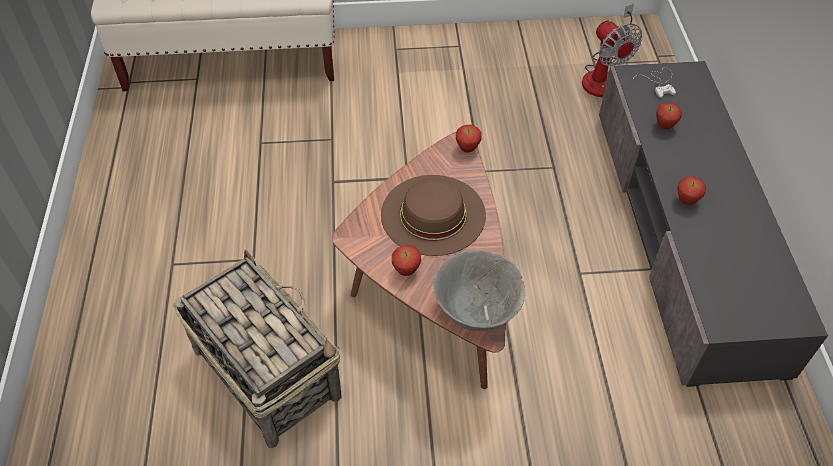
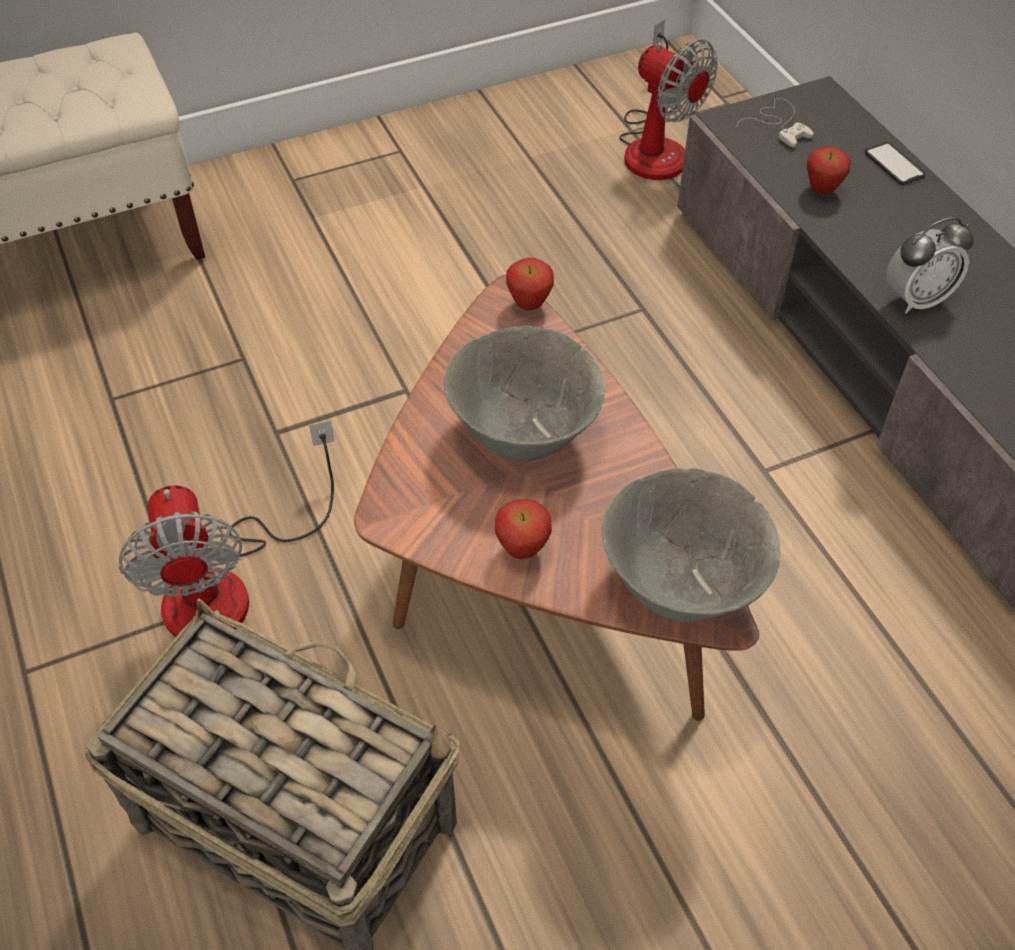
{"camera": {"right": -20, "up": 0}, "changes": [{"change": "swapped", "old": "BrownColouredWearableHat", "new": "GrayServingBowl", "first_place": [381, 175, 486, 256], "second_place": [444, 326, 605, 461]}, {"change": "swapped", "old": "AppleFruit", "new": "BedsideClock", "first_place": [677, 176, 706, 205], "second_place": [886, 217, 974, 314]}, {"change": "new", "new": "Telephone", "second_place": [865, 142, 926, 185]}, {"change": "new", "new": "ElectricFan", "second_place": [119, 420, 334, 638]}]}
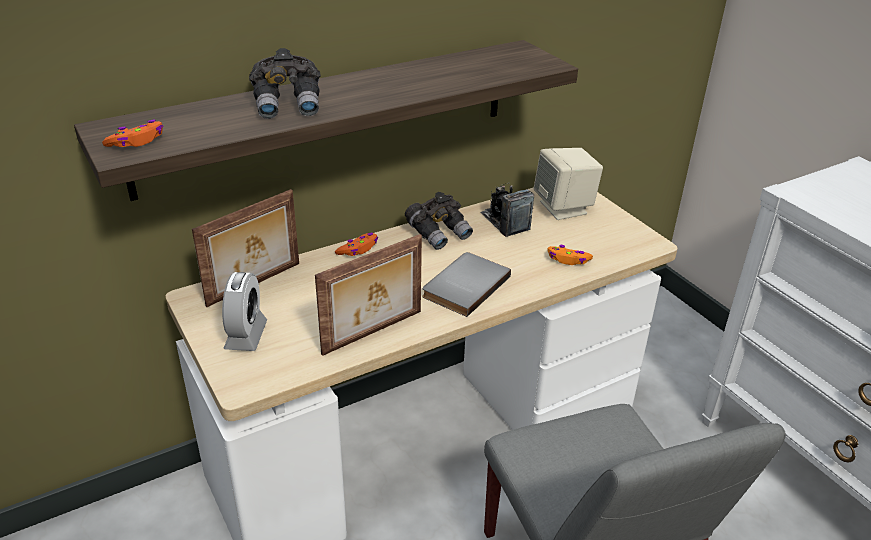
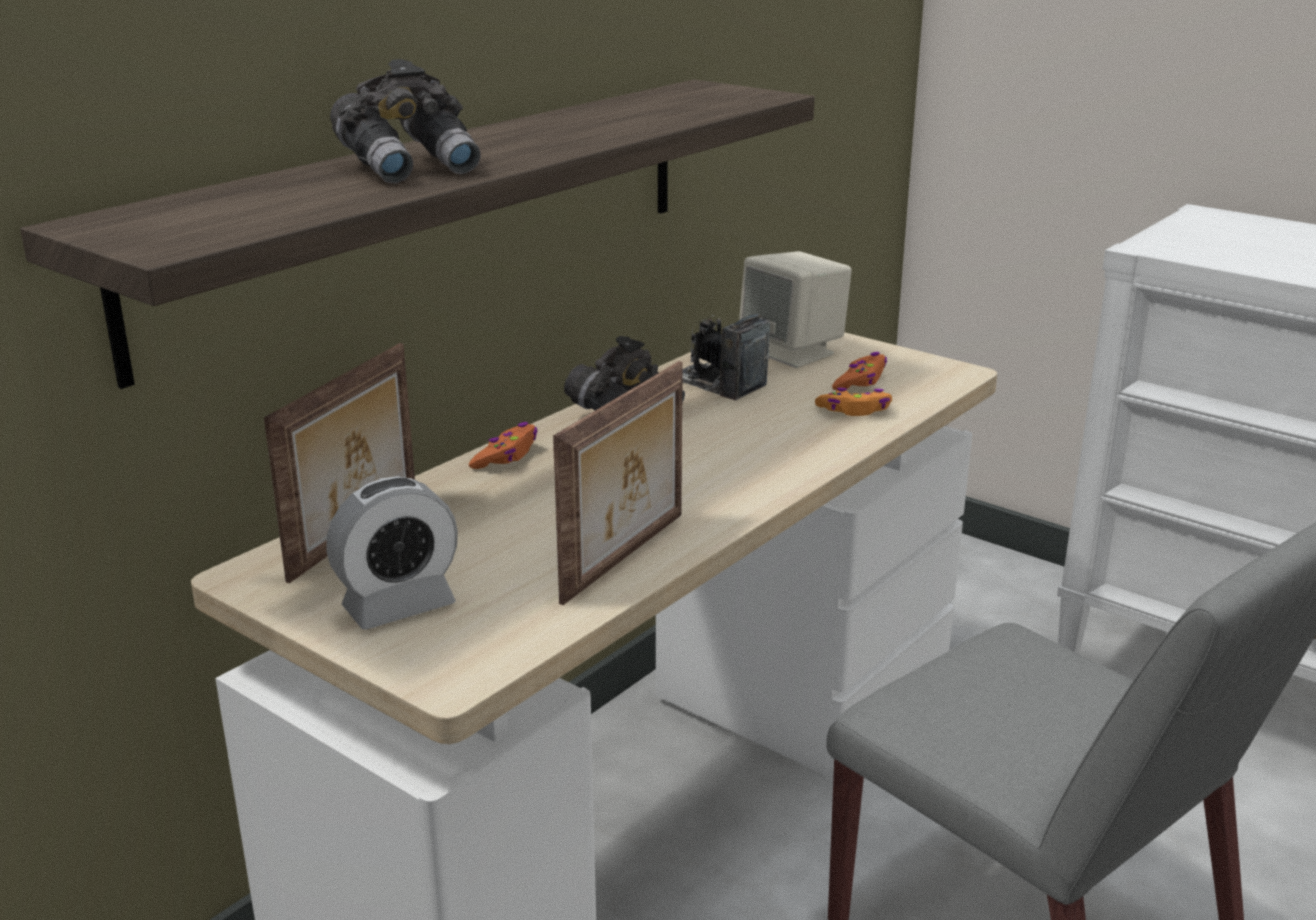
{"camera": {"right": -20, "up": -10}, "changes": [{"change": "shifted", "old": "OrangeyGameController", "first_place": [102, 119, 163, 147], "second_place": [832, 352, 887, 391]}, {"change": "gone", "old": "GrayBook", "first_place": [422, 252, 511, 317]}, {"change": "rotated", "old": "BedsideClock", "first_place": [222, 272, 267, 351], "second_place": [326, 476, 458, 630], "degrees": 75}]}
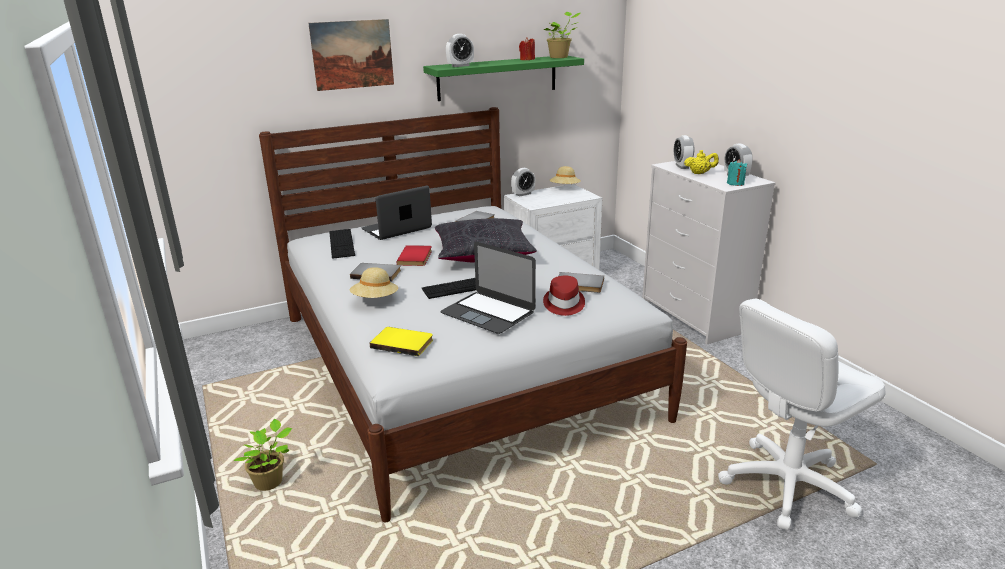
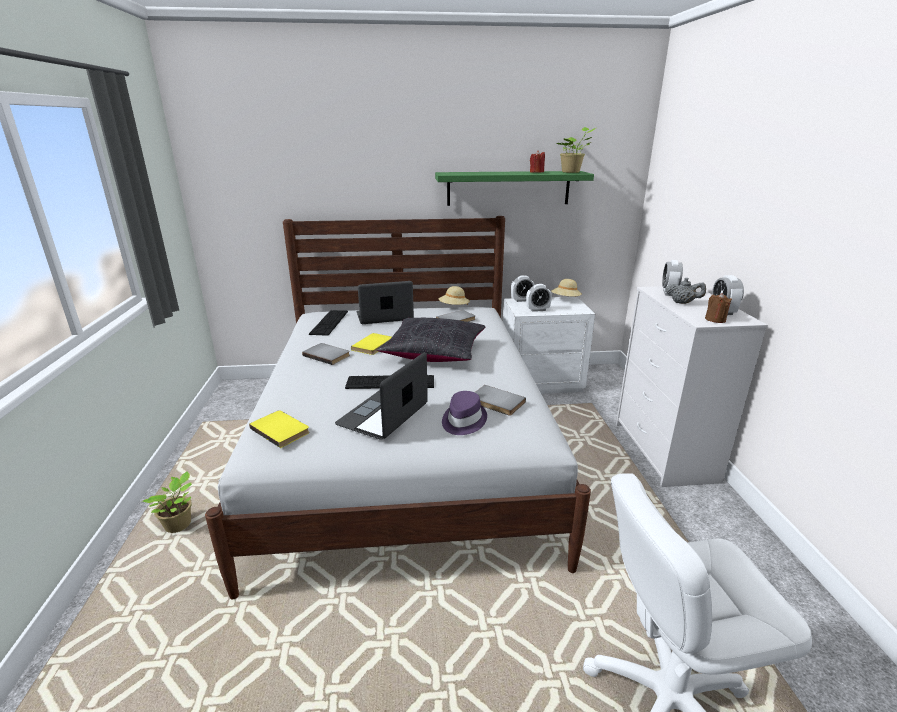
{"camera": {"right": 20, "up": 0}, "changes": [{"change": "gone", "old": "Picture", "first_place": [308, 19, 394, 91]}, {"change": "shifted", "old": "BedsideClock", "first_place": [446, 34, 474, 67], "second_place": [526, 284, 552, 312]}, {"change": "repainted", "old": "YellowishTeaPot", "new": "GrayTeaPot", "first_place": [684, 150, 719, 174], "second_place": [665, 278, 706, 304]}, {"change": "repainted", "old": "BlueGreenCandle", "new": "BrownColouredCandle", "first_place": [727, 159, 747, 186], "second_place": [705, 293, 732, 323]}, {"change": "rotated", "old": "Laptop", "first_place": [440, 242, 536, 334], "second_place": [335, 352, 428, 440], "degrees": 60}, {"change": "repainted", "old": "RedColouredBook", "new": "YellowishBook", "first_place": [397, 245, 432, 266], "second_place": [351, 333, 392, 355]}, {"change": "shifted", "old": "BeigeWearableHat", "first_place": [350, 267, 398, 298], "second_place": [438, 286, 470, 305]}, {"change": "repainted", "old": "RedColouredWearableHat", "new": "PurpleColouredWearableHat", "first_place": [543, 276, 585, 316], "second_place": [442, 391, 487, 435]}]}
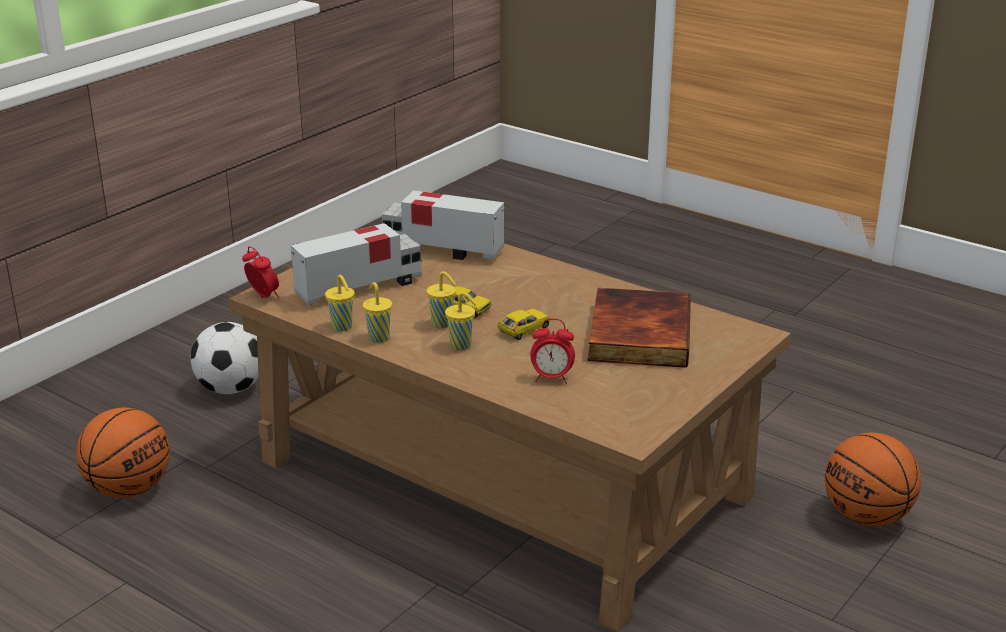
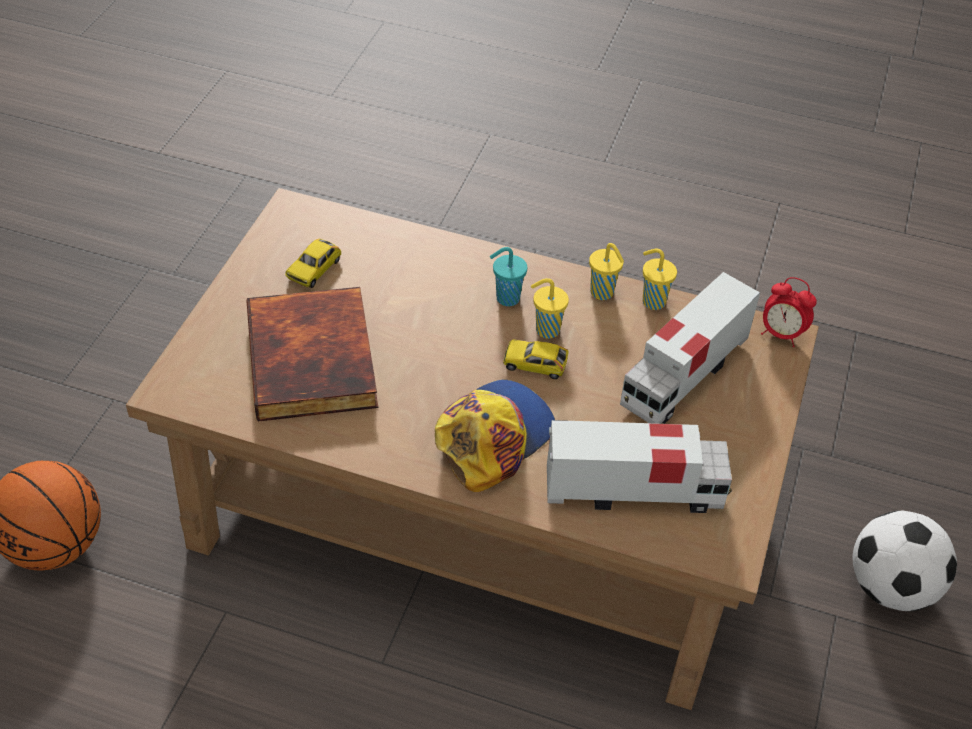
{"camera": {"right": 160, "up": 20}, "changes": [{"change": "repainted", "old": "YellowishSmallCup", "new": "BlueGreenSmallCup", "first_place": [445, 292, 477, 350], "second_place": [490, 247, 527, 306]}, {"change": "shifted", "old": "MiniatureCar", "first_place": [498, 309, 550, 340], "second_place": [285, 239, 341, 288]}, {"change": "gone", "old": "BedsideClock", "first_place": [530, 319, 575, 384]}, {"change": "gone", "old": "BasketballBall", "first_place": [76, 407, 170, 498]}, {"change": "new", "new": "PeakedCap", "second_place": [435, 380, 555, 492]}]}
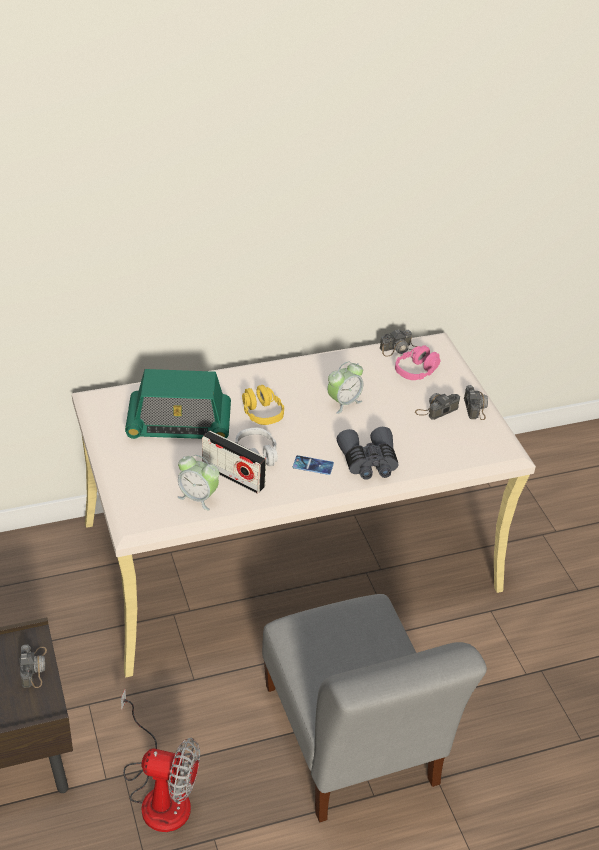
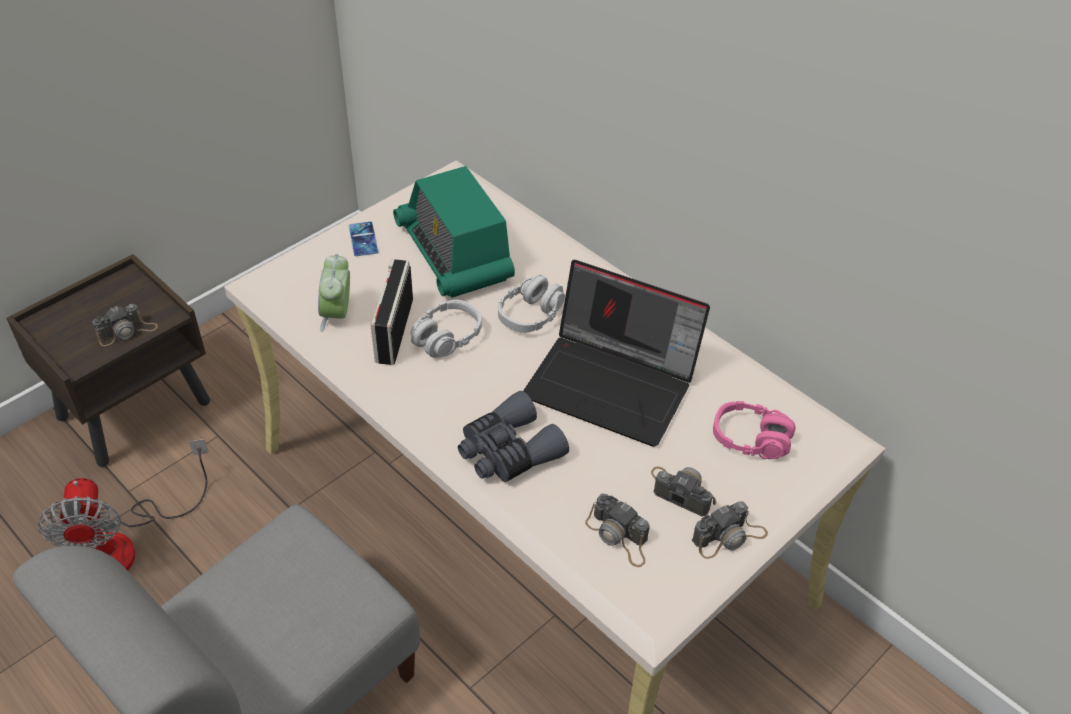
{"camera": {"right": 65, "up": 5}, "changes": [{"change": "shifted", "old": "PhotoCamera", "first_place": [380, 329, 418, 356], "second_place": [585, 494, 650, 567]}, {"change": "swapped", "old": "BedsideClock", "new": "Laptop", "first_place": [327, 361, 363, 414], "second_place": [523, 260, 710, 447]}, {"change": "repainted", "old": "YellowishHeadset", "new": "GrayHeadset", "first_place": [242, 385, 284, 425], "second_place": [498, 275, 565, 333]}, {"change": "shifted", "old": "Telephone", "first_place": [293, 455, 334, 475], "second_place": [349, 222, 378, 256]}]}
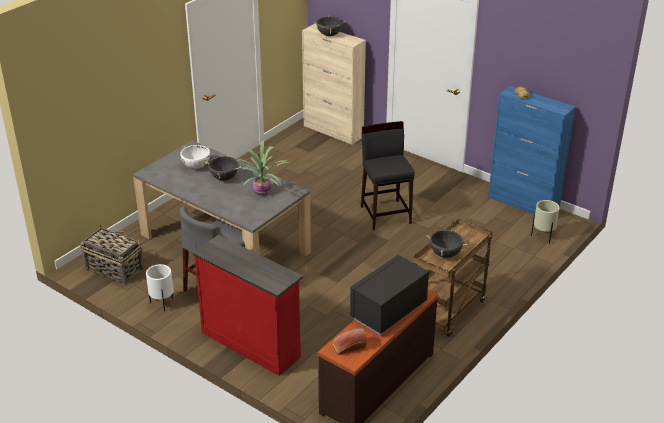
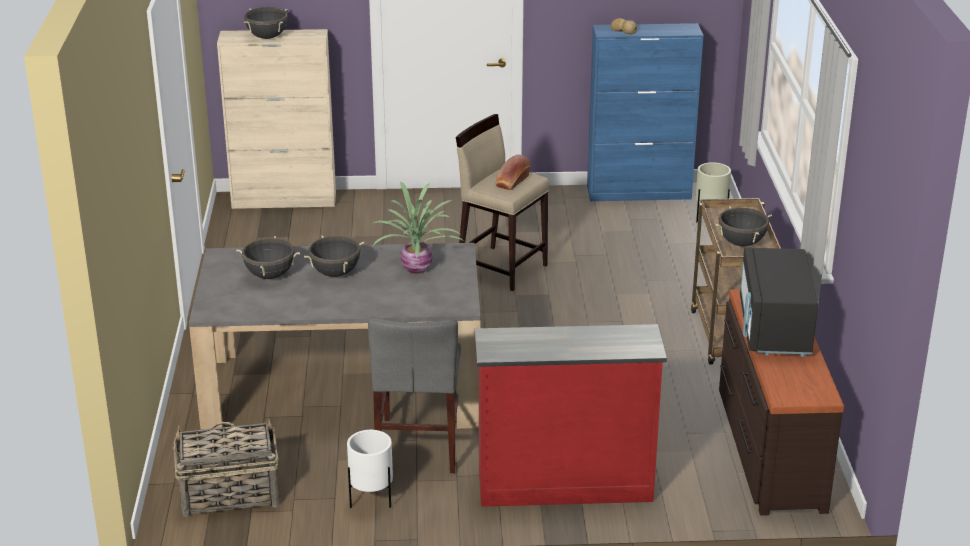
{"camera": {"right": -40, "up": -5}, "changes": [{"change": "repainted", "old": "BlackColouredStool", "new": "BeigeStool", "first_place": [361, 121, 415, 230], "second_place": [456, 114, 549, 291]}, {"change": "repainted", "old": "WhiteStockpot", "new": "BlackColouredStockpot", "first_place": [180, 145, 210, 169], "second_place": [236, 236, 300, 279]}, {"change": "shifted", "old": "BakeryBread", "first_place": [333, 328, 367, 355], "second_place": [496, 155, 530, 190]}]}
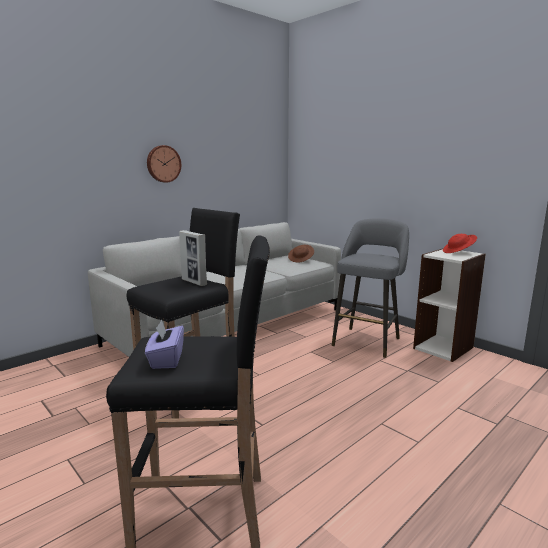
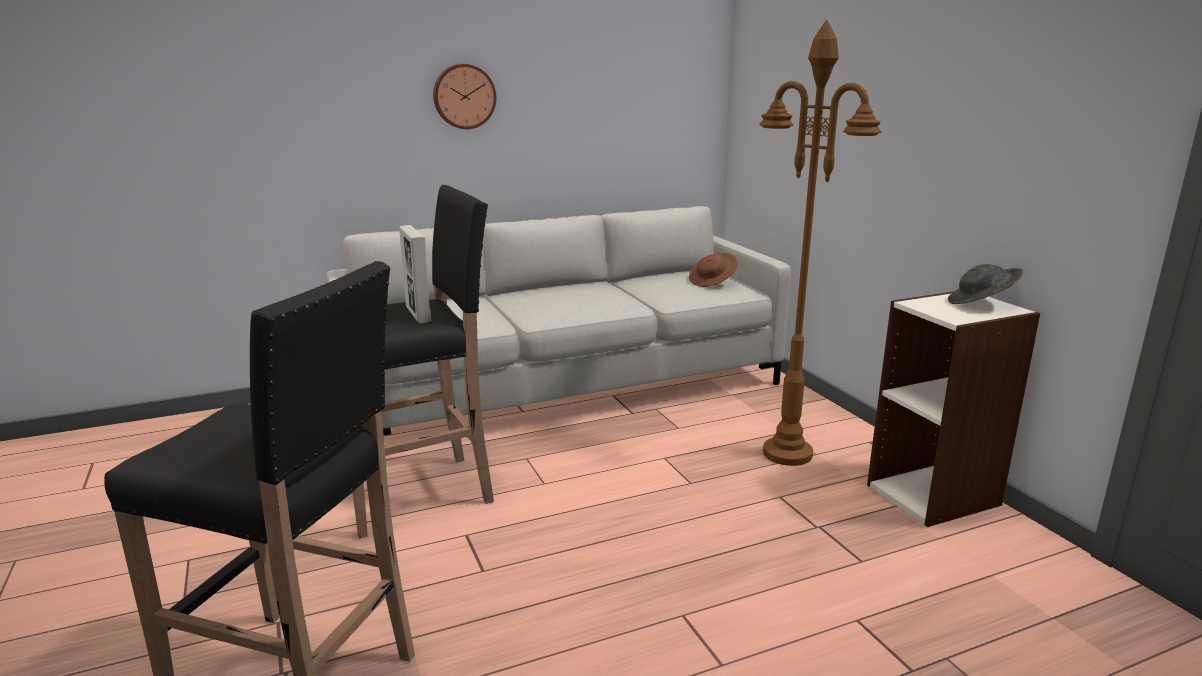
{"camera": {"right": 20, "up": 5}, "changes": [{"change": "swapped", "old": "GrayStool", "new": "BrownColouredFloorLamp", "first_place": [332, 218, 409, 358], "second_place": [759, 20, 881, 466]}, {"change": "repainted", "old": "RedColouredWearableHat", "new": "GrayWearableHat", "first_place": [443, 234, 477, 253], "second_place": [948, 264, 1023, 304]}, {"change": "gone", "old": "PurpleColouredBoxOfTissues", "first_place": [145, 320, 184, 369]}]}
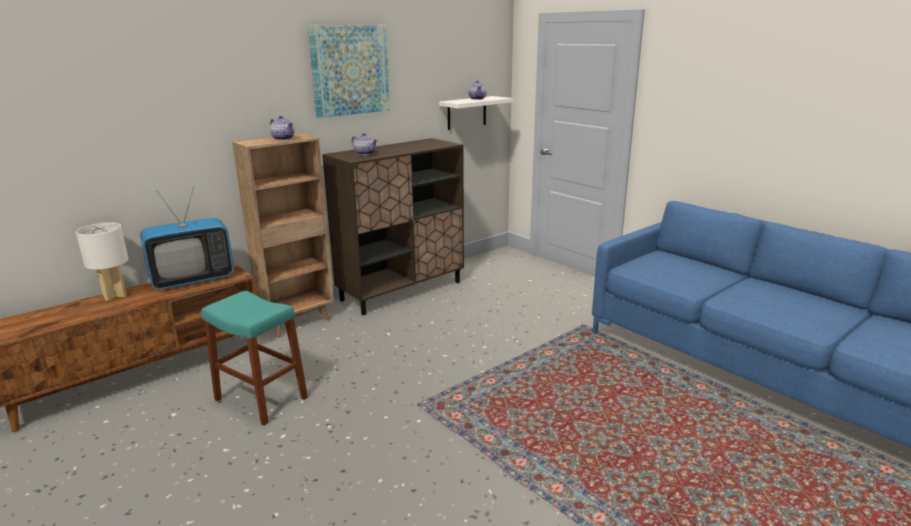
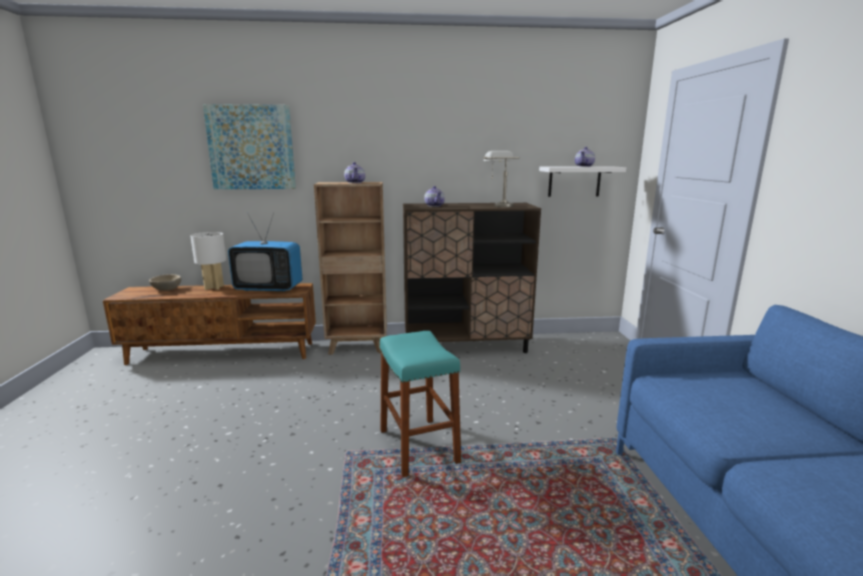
{"camera": {"right": 35, "up": -5}, "changes": [{"change": "shifted", "old": "Picture", "first_place": [308, 25, 390, 118], "second_place": [203, 104, 296, 189]}, {"change": "shifted", "old": "BlueGreenStool", "first_place": [201, 291, 308, 425], "second_place": [379, 331, 461, 477]}, {"change": "new", "new": "GrayTabletopLamp", "second_place": [484, 151, 520, 207]}, {"change": "new", "new": "BeigeServingBowl", "second_place": [149, 274, 181, 291]}]}
